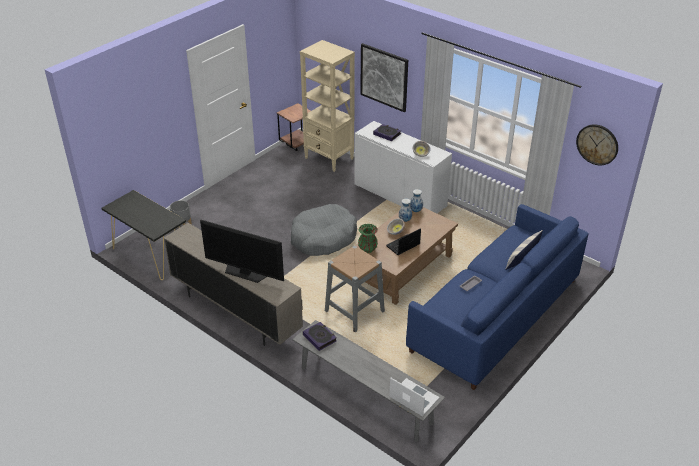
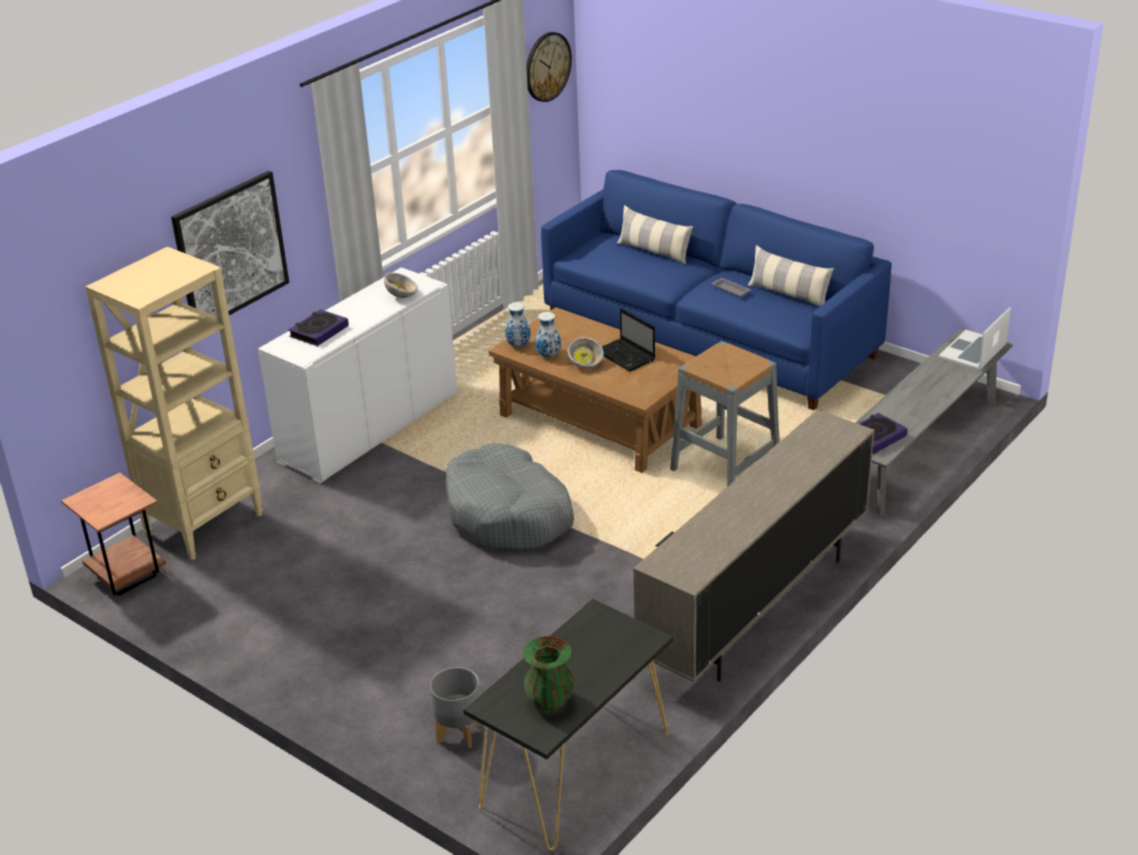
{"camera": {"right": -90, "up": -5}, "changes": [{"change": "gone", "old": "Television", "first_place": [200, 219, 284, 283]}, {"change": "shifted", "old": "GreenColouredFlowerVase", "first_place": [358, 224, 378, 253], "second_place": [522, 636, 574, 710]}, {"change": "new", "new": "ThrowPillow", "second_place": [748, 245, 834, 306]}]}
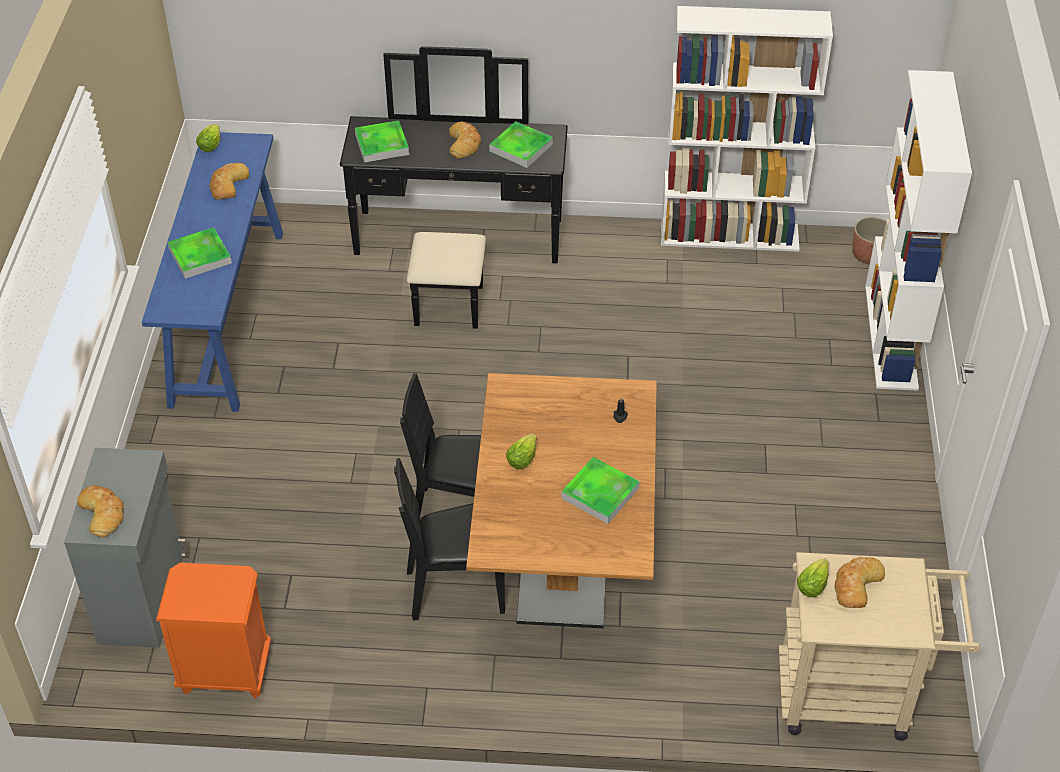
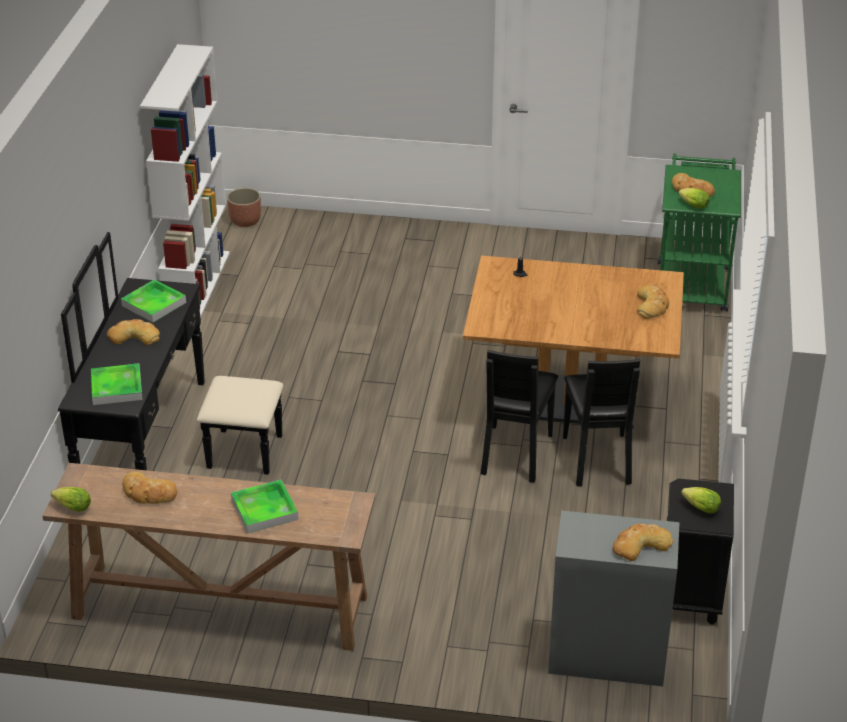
{"camera": {"right": -85, "up": -10}, "changes": [{"change": "gone", "old": "WhiteShelvingUnit", "first_place": [865, 70, 972, 391]}, {"change": "repainted", "old": "BlueColouredHallTable", "new": "BrownColouredHallTable", "first_place": [142, 132, 283, 412], "second_place": [42, 463, 375, 651]}, {"change": "shifted", "old": "HeadOfLettuce", "first_place": [506, 434, 537, 469], "second_place": [681, 487, 721, 513]}, {"change": "gone", "old": "CarryingTray", "first_place": [561, 457, 640, 524]}, {"change": "repainted", "old": "BeigeWheeledCart", "new": "GreenColouredWheeledCart", "first_place": [779, 552, 980, 741], "second_place": [658, 153, 741, 311]}, {"change": "repainted", "old": "OrangeyNightTable", "new": "BlackColouredNightTable", "first_place": [156, 563, 271, 698], "second_place": [667, 479, 734, 625]}, {"change": "new", "new": "BakeryBread", "second_place": [637, 284, 669, 319]}]}
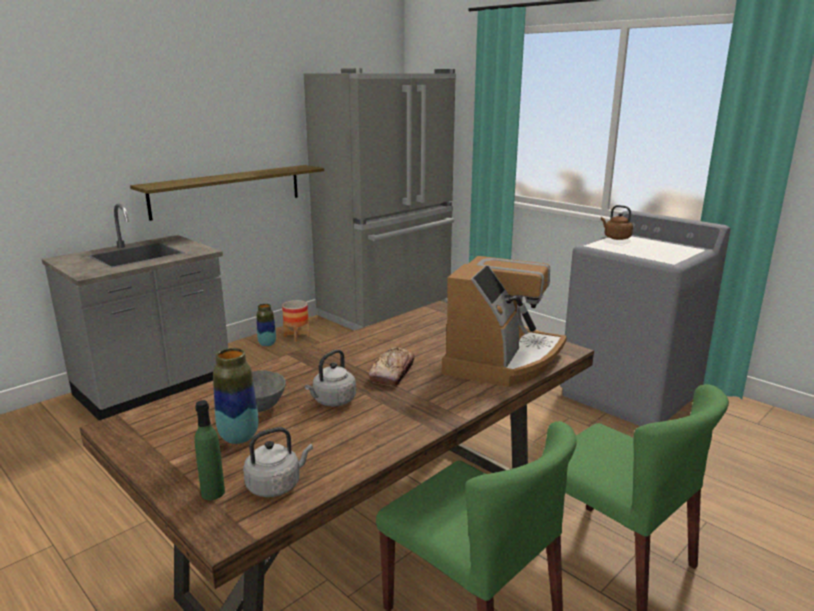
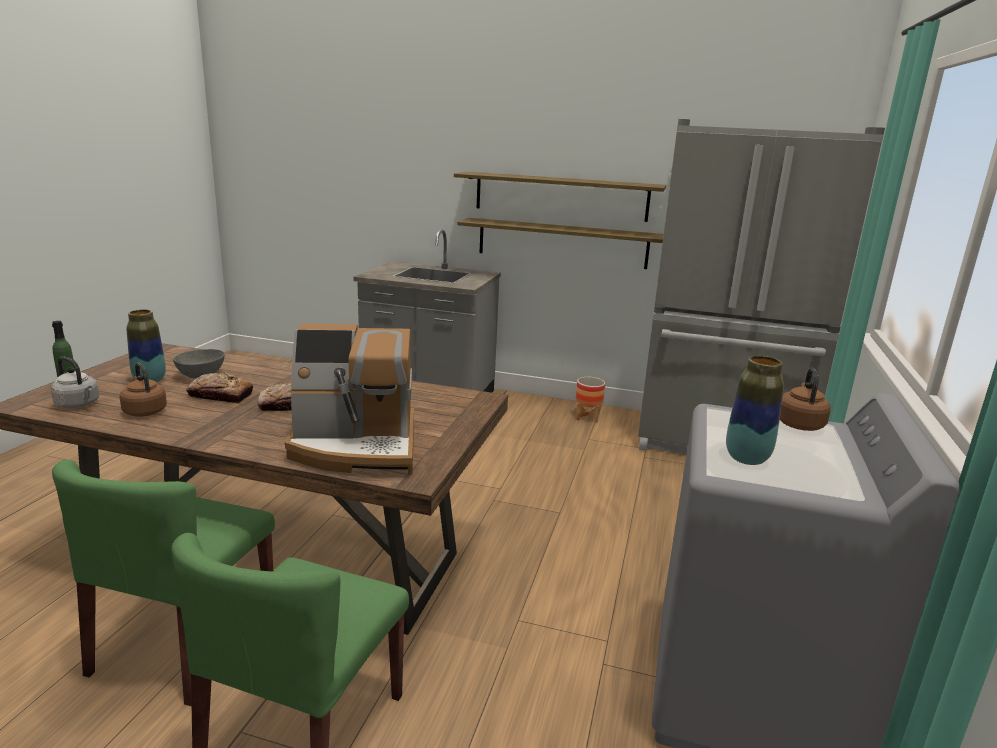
{"camera": {"right": 60, "up": 0}, "changes": [{"change": "shifted", "old": "FlowerVase", "first_place": [257, 304, 276, 347], "second_place": [726, 355, 784, 465]}, {"change": "swapped", "old": "GrayKettle", "new": "BakeryBread", "first_place": [305, 349, 356, 407], "second_place": [186, 373, 253, 403]}, {"change": "new", "new": "Shelf", "second_place": [454, 172, 666, 222]}, {"change": "new", "new": "BrownColouredKettle", "second_place": [119, 363, 167, 417]}]}
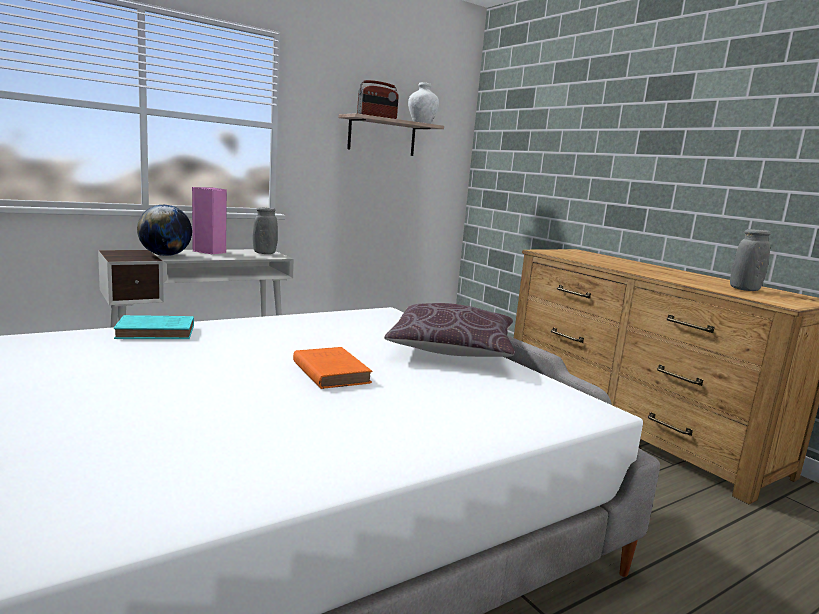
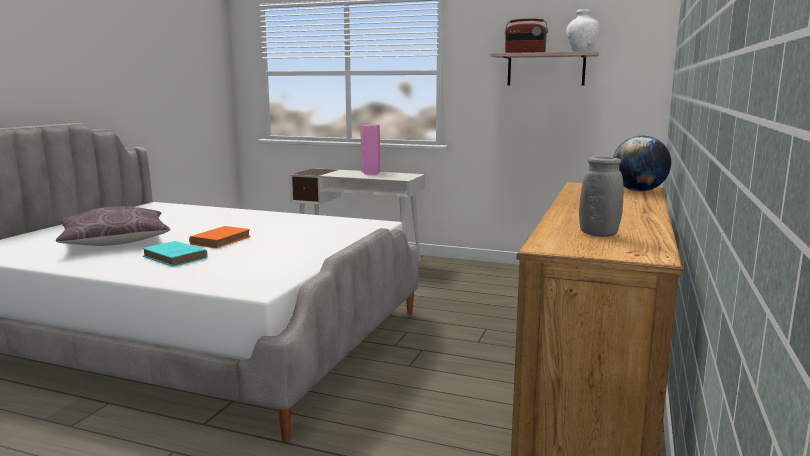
{"camera": {"right": 55, "up": 0}, "changes": [{"change": "shifted", "old": "DeskGlobe", "first_place": [137, 205, 192, 256], "second_place": [613, 136, 671, 192]}, {"change": "gone", "old": "GrayFlowerVase", "first_place": [253, 207, 278, 254]}, {"change": "shifted", "old": "BrownColouredThrowPillow", "first_place": [384, 303, 515, 357], "second_place": [56, 206, 170, 246]}, {"change": "shifted", "old": "BlueGreenBook", "first_place": [114, 315, 194, 339], "second_place": [142, 241, 208, 267]}]}
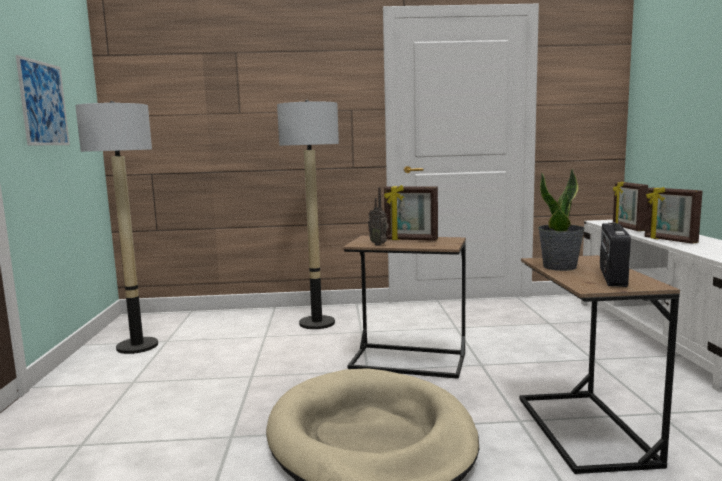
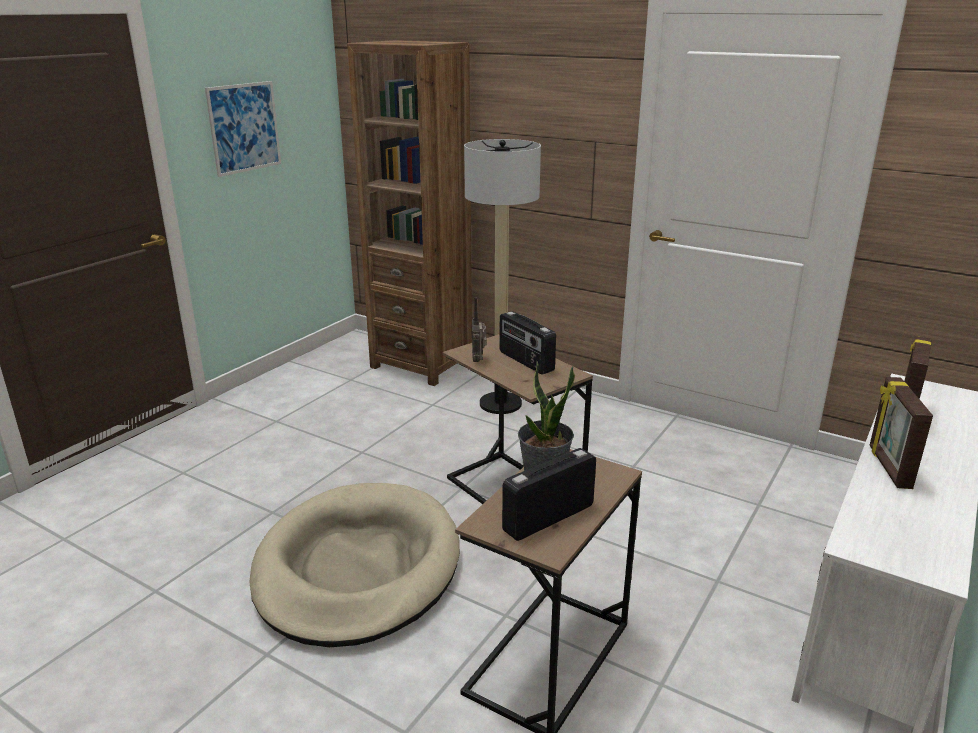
{"camera": {"right": 35, "up": 15}, "changes": [{"change": "gone", "old": "FloorLamp", "first_place": [75, 101, 158, 354]}, {"change": "swapped", "old": "PictureFrame", "new": "RadioSet", "first_place": [384, 185, 438, 241], "second_place": [499, 311, 556, 375]}, {"change": "new", "new": "BrownColouredShelvingUnit", "second_place": [347, 40, 472, 386]}]}
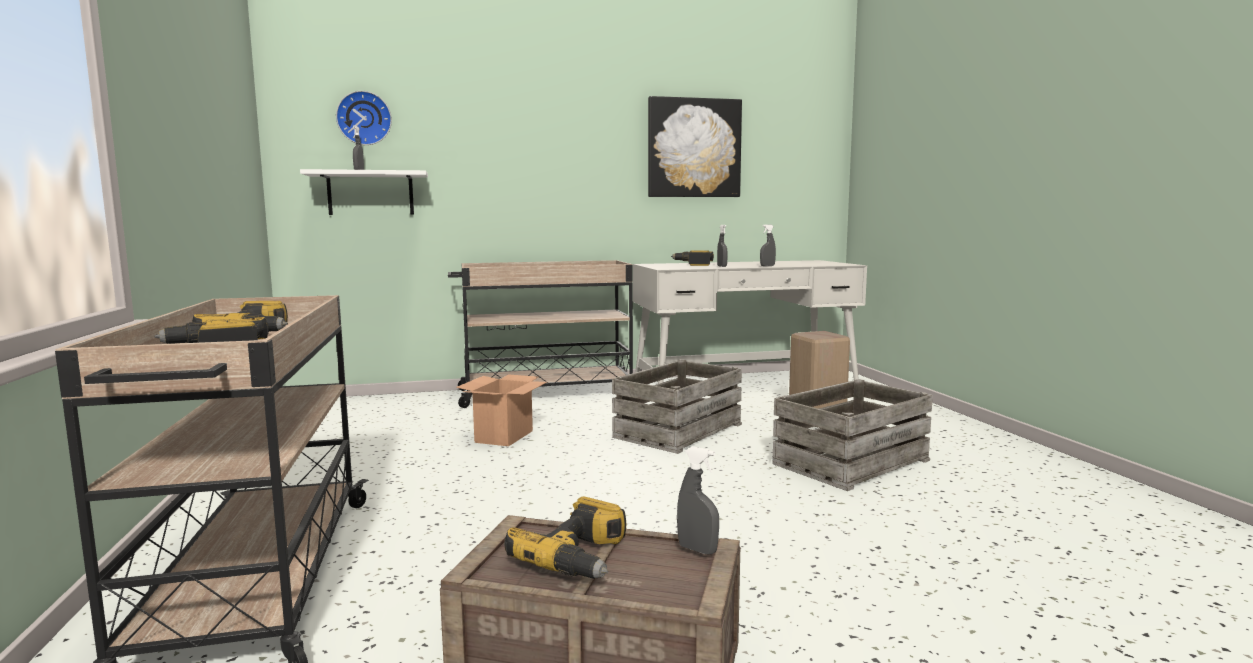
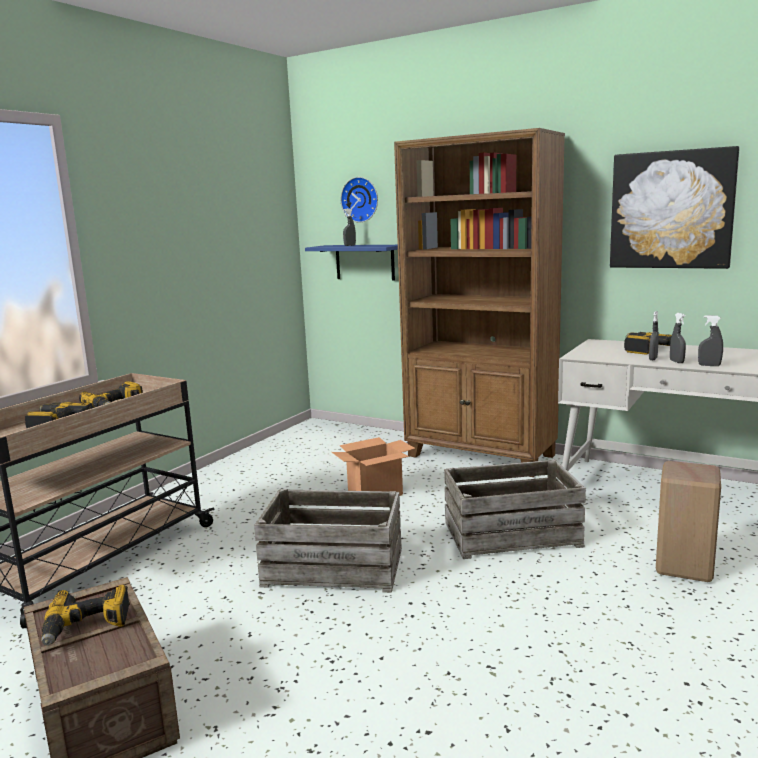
{"camera": {"right": 45, "up": 5}, "changes": [{"change": "repainted", "old": "WhiteShelf", "new": "BlueColouredShelf", "first_place": [300, 169, 428, 215], "second_place": [305, 245, 398, 281]}, {"change": "swapped", "old": "BeigeWheeledCart", "new": "BrownColouredShelvingUnit", "first_place": [448, 260, 633, 408], "second_place": [394, 128, 565, 477]}, {"change": "shifted", "old": "PackingCrate", "first_place": [772, 379, 933, 491], "second_place": [254, 489, 402, 593]}, {"change": "shifted", "old": "GraySprayer", "first_place": [677, 446, 719, 555], "second_place": [670, 313, 686, 363]}]}
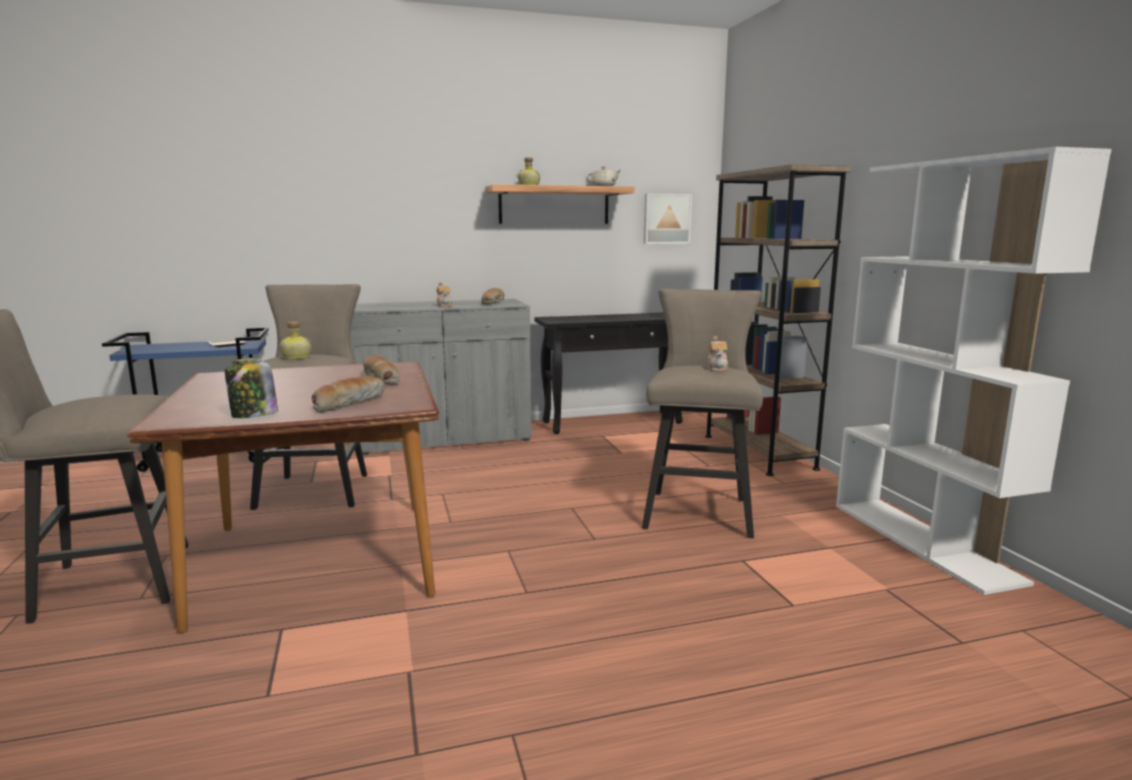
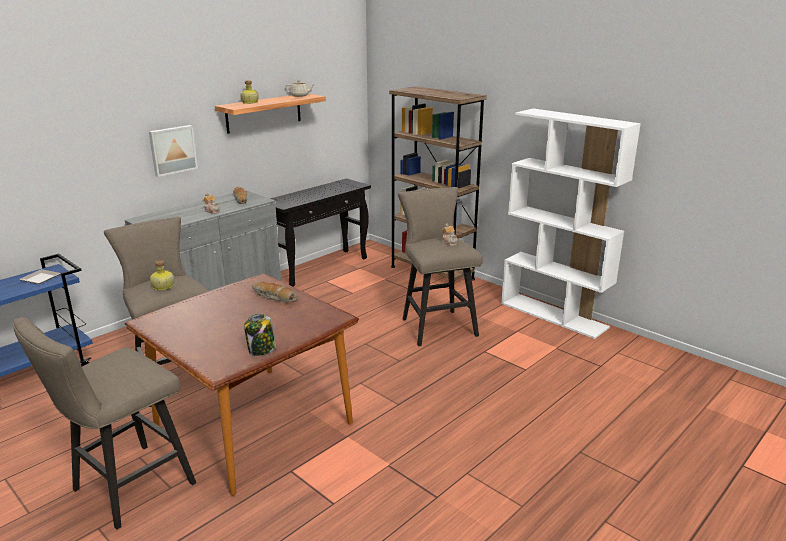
{"camera": {"right": -30, "up": 10}, "changes": [{"change": "shifted", "old": "Picture", "first_place": [643, 194, 692, 244], "second_place": [149, 125, 198, 177]}, {"change": "gone", "old": "BakeryBread", "first_place": [312, 376, 385, 413]}]}
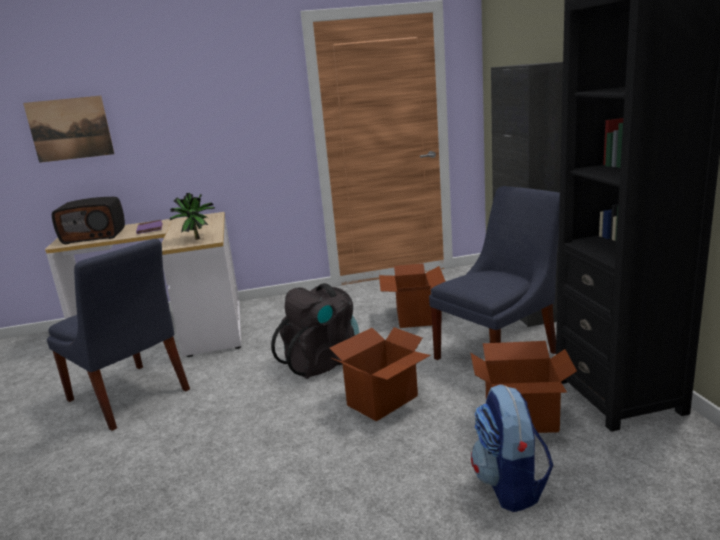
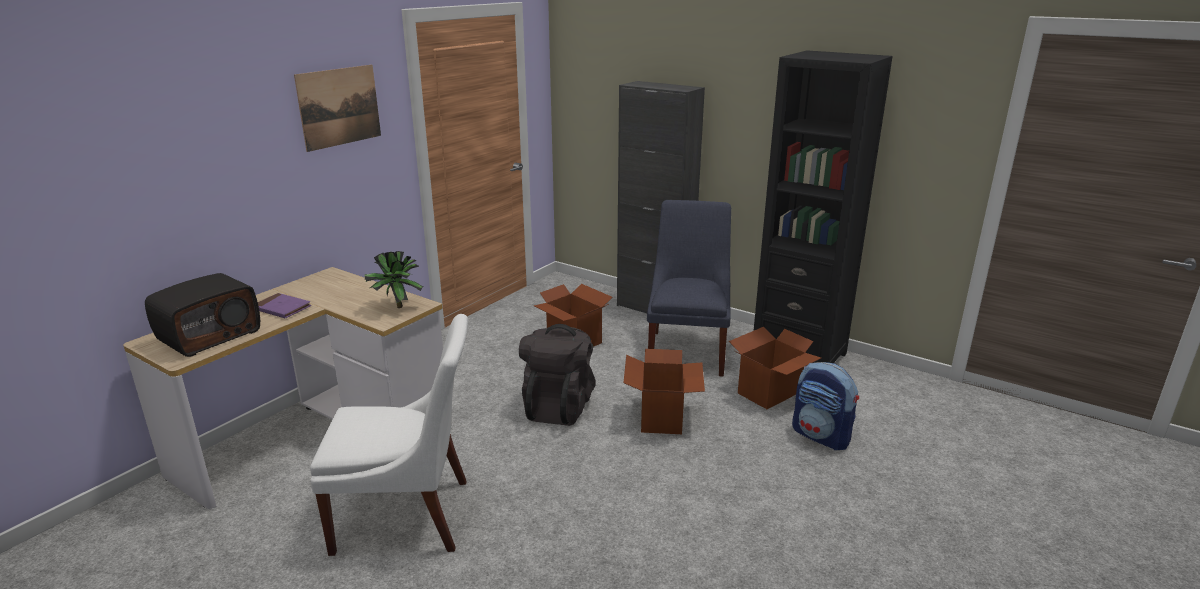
{"camera": {"right": -45, "up": 5}, "changes": [{"change": "shifted", "old": "Picture", "first_place": [23, 96, 114, 163], "second_place": [294, 65, 381, 152]}, {"change": "repainted", "old": "BlueColouredUprightChair", "new": "WhiteUprightChair", "first_place": [47, 239, 190, 431], "second_place": [310, 314, 468, 556]}]}
